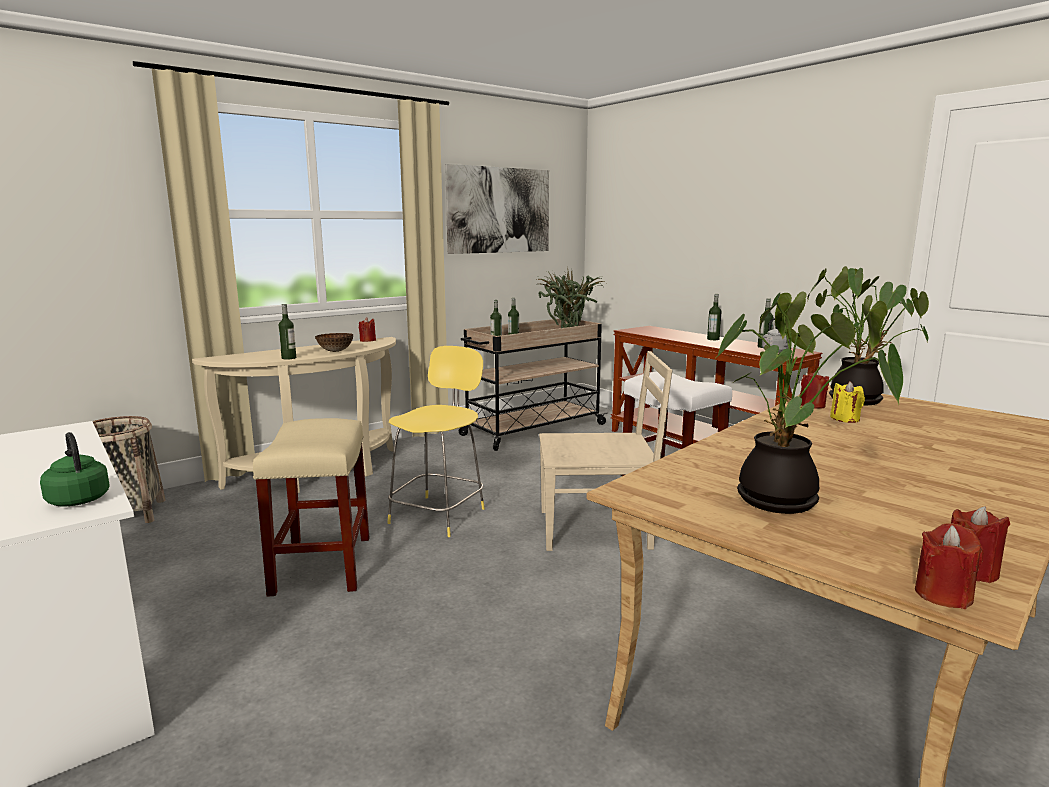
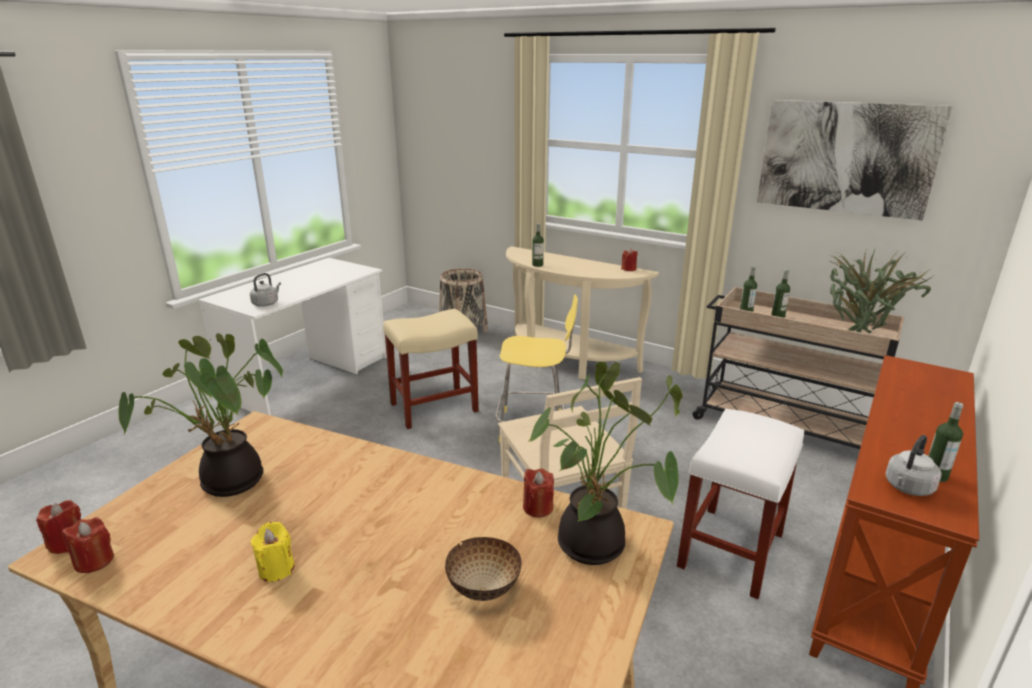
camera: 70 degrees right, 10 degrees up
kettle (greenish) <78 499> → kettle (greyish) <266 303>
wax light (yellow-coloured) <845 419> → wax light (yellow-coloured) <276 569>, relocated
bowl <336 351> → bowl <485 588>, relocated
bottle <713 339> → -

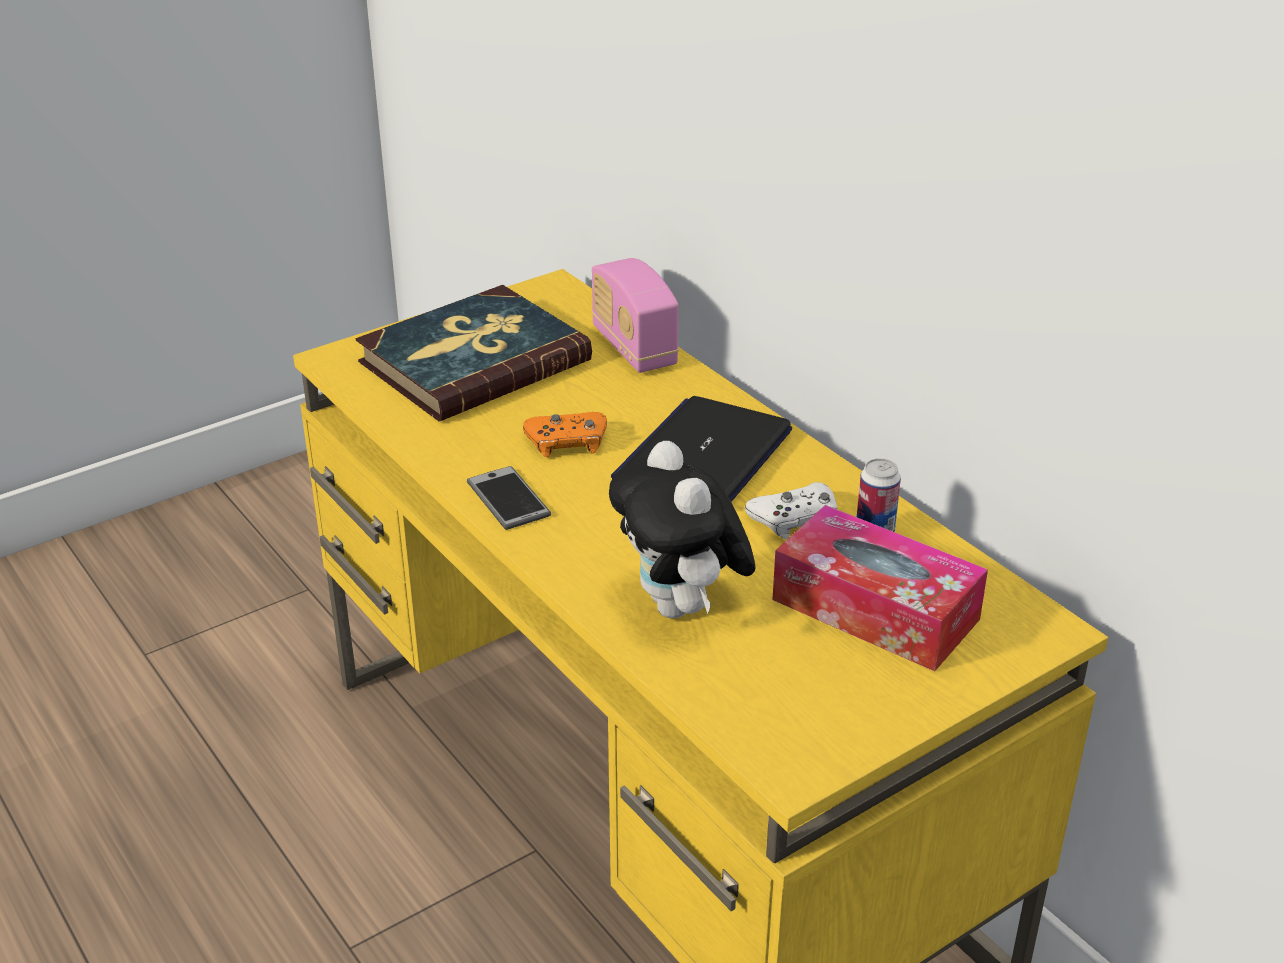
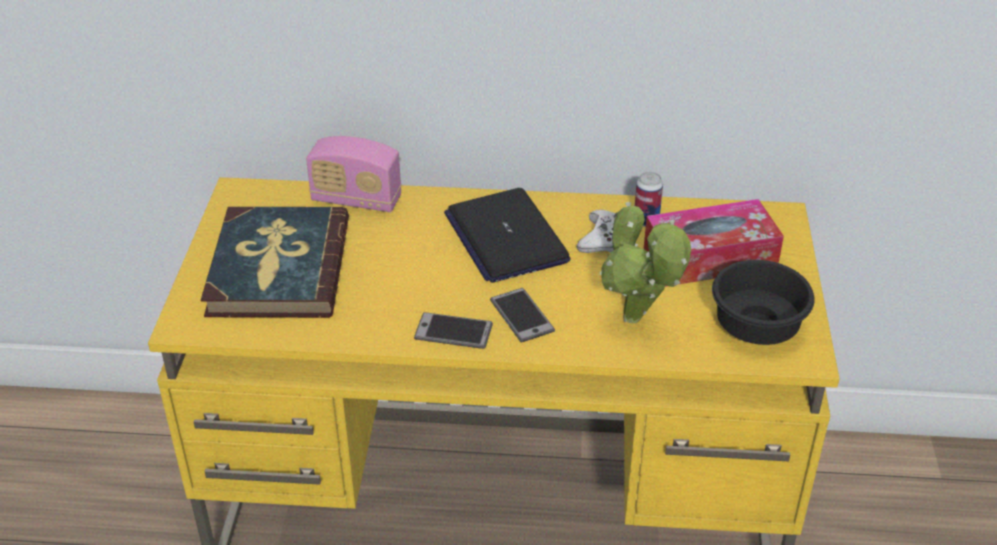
camera: 50 degrees left, 5 degrees up
- → phone <522 316>
soft toy <682 608> → plant in a pot <636 321>
- → bowl (blackish) <757 325>
gamepad (orangey) <567 442> → -

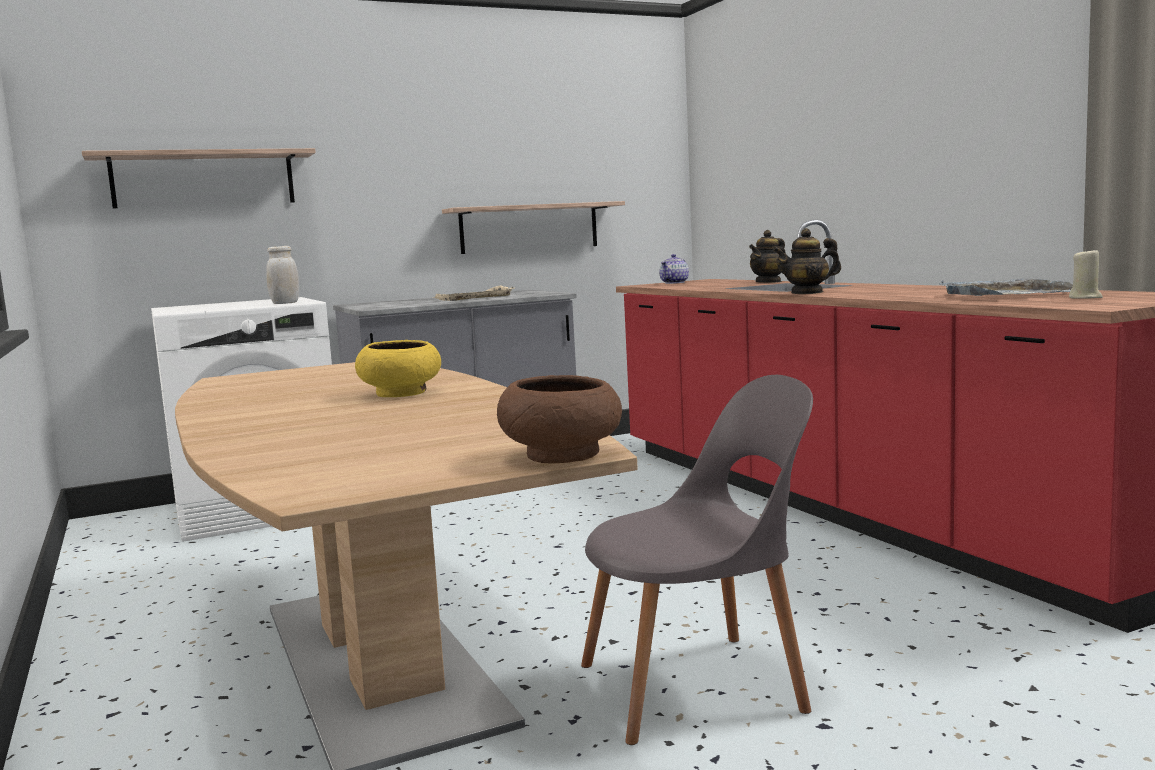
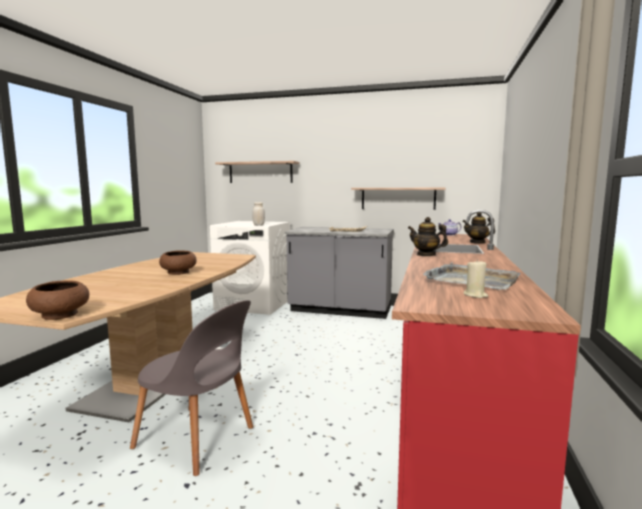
camera: 40 degrees right, 0 degrees up
bowl (yellow-coloured) <402 393> → bowl (brown) <179 273>

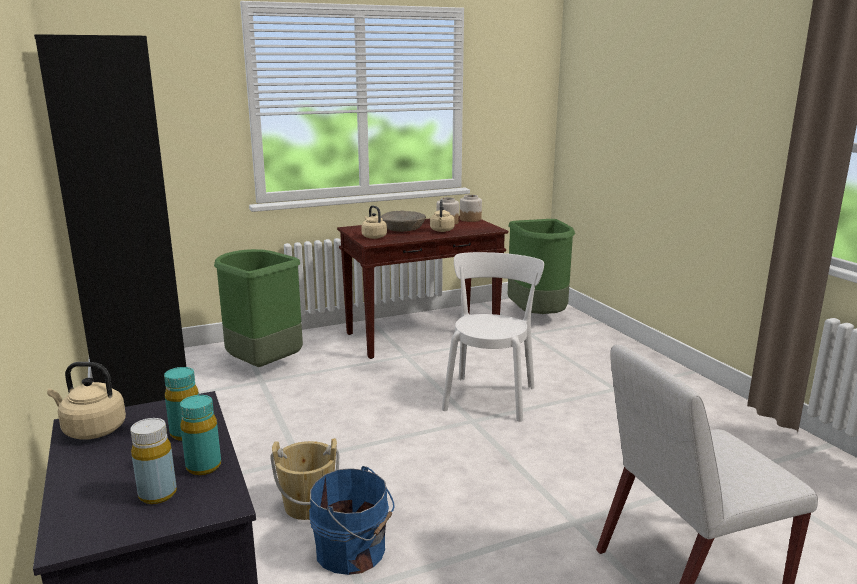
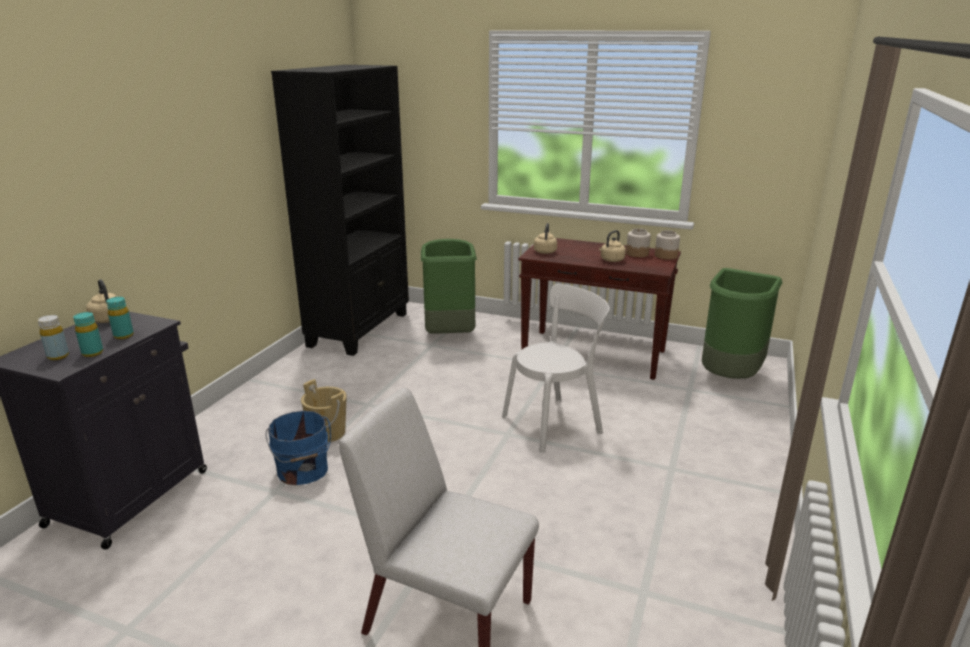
camera: 45 degrees right, 5 degrees up
bowl (sand-coloured) <403 229> → -

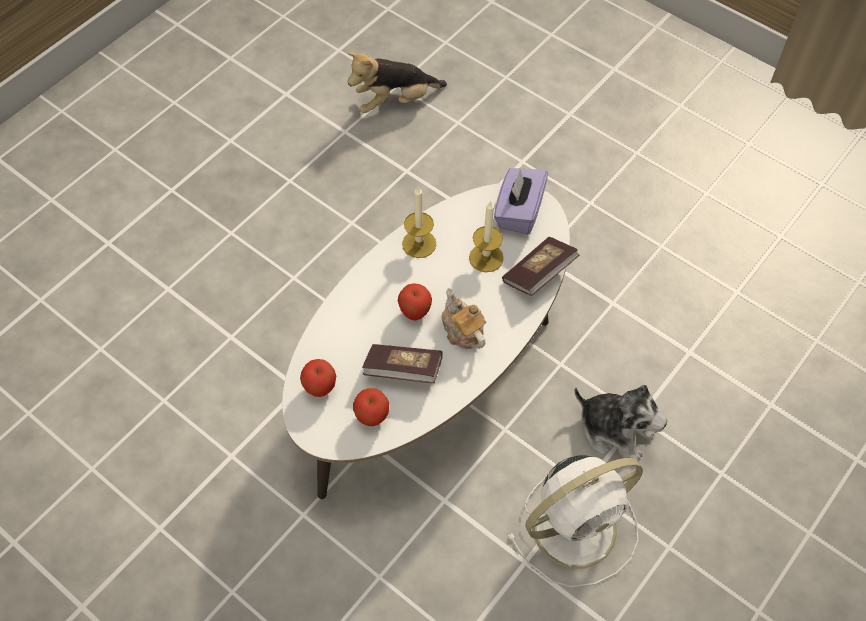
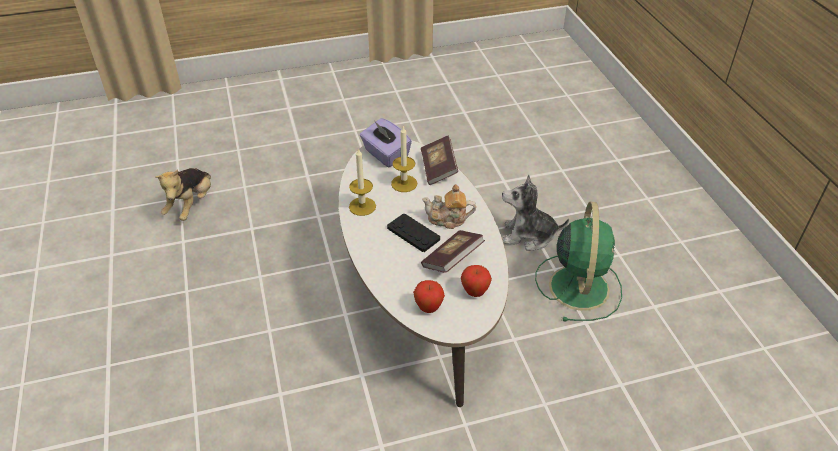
camera: 55 degrees left, 15 degrees down
whole apple <415 313> → gamepad (blackish) <413 233>
soft toy <615 430> → soft toy <528 236>, 150 degrees counterclockwise
cooling fan (whitish) <578 526> → cooling fan (greenish) <578 285>

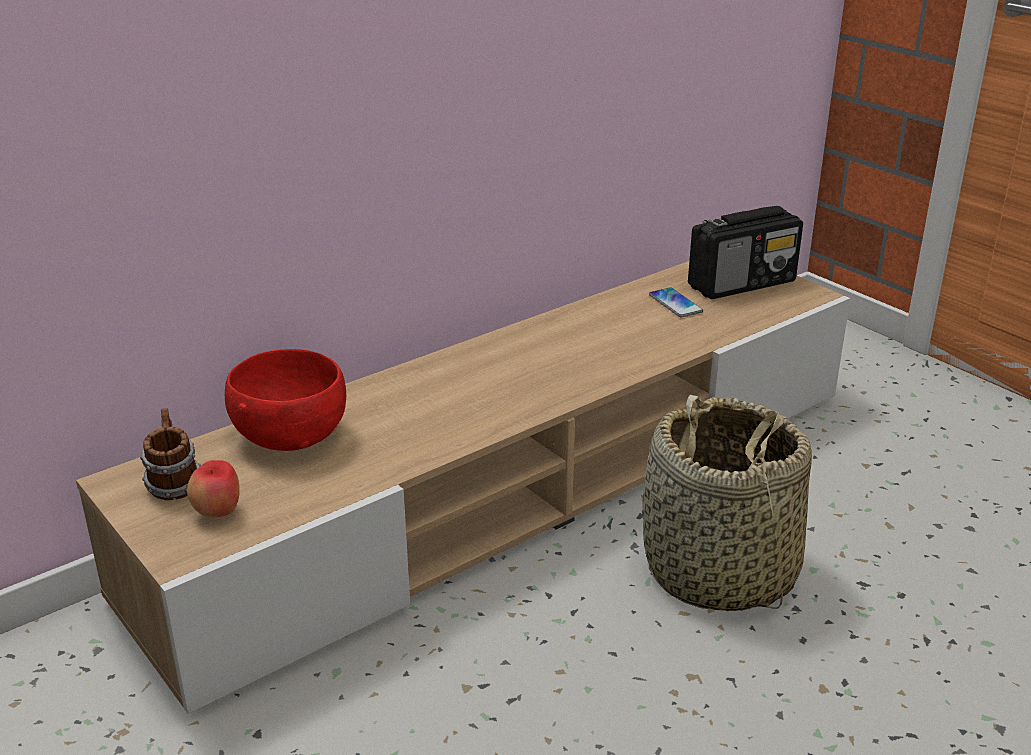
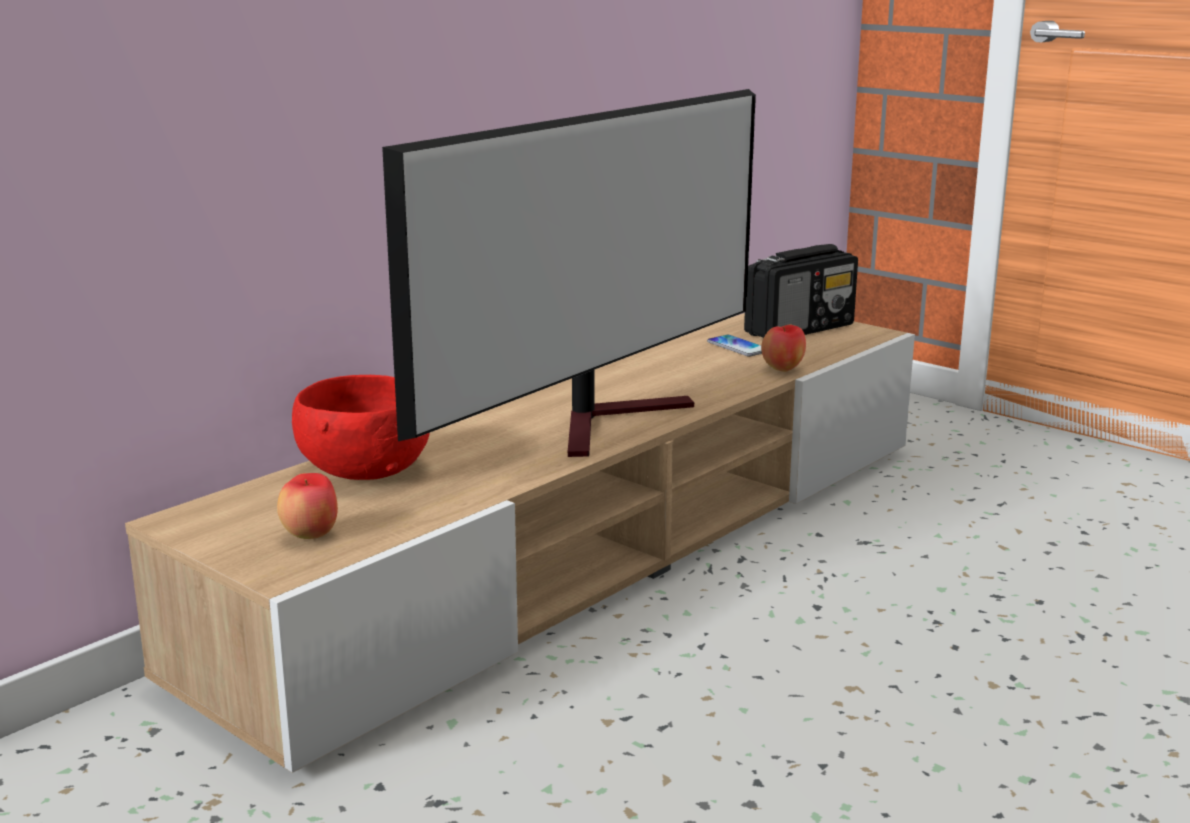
camera: 10 degrees left, 10 degrees down
- → TV <609 420>
- → whole apple <782 370>
coffee mug <173 485> → -
basket <719 572> → -

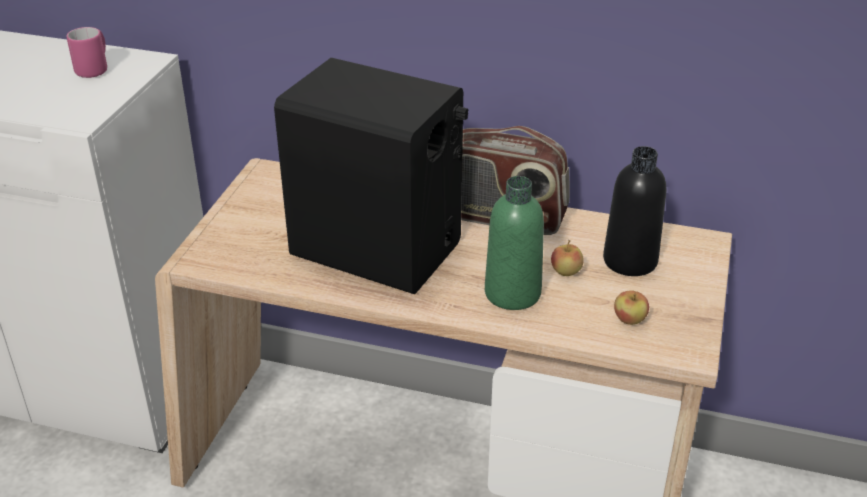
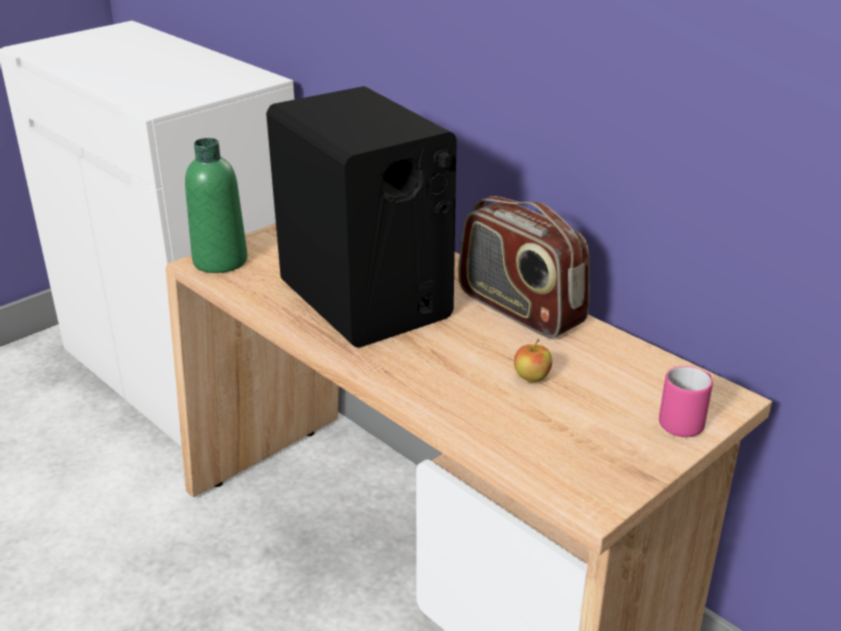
camera: 30 degrees right, 5 degrees down
bottle (greenish) <512 293> → bottle (greenish) <220 261>, relocated
coffee mug (pinkish) <95 69> → coffee mug (pinkish) <686 422>, relocated
bottle (blackish) <630 261> → -
whole apple <629 320> → -

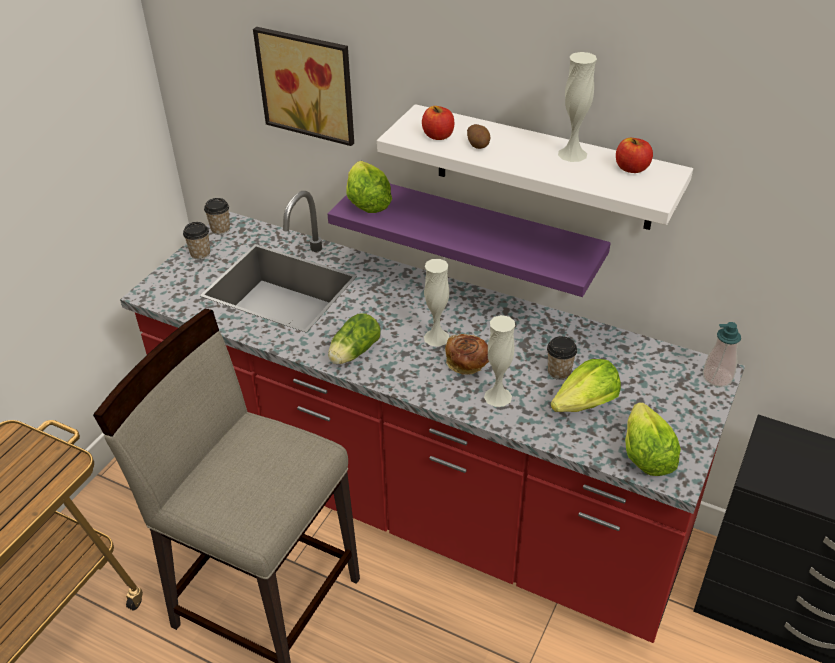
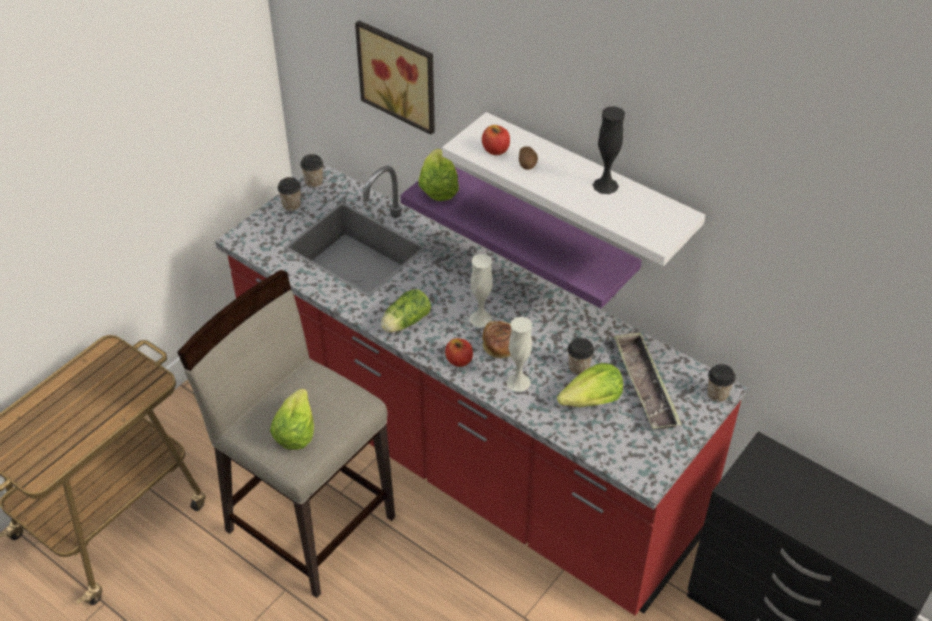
camera: 10 degrees right, 5 degrees up
head of lettuce <645 455> → head of lettuce <295 431>, relocated
whole apple <632 168> → whole apple <459 360>, relocated
vase (whitish) <572 154> → vase (blackish) <605 185>
- → tray <645 385>
soap dispenser <717 377> → small cup <717 394>

